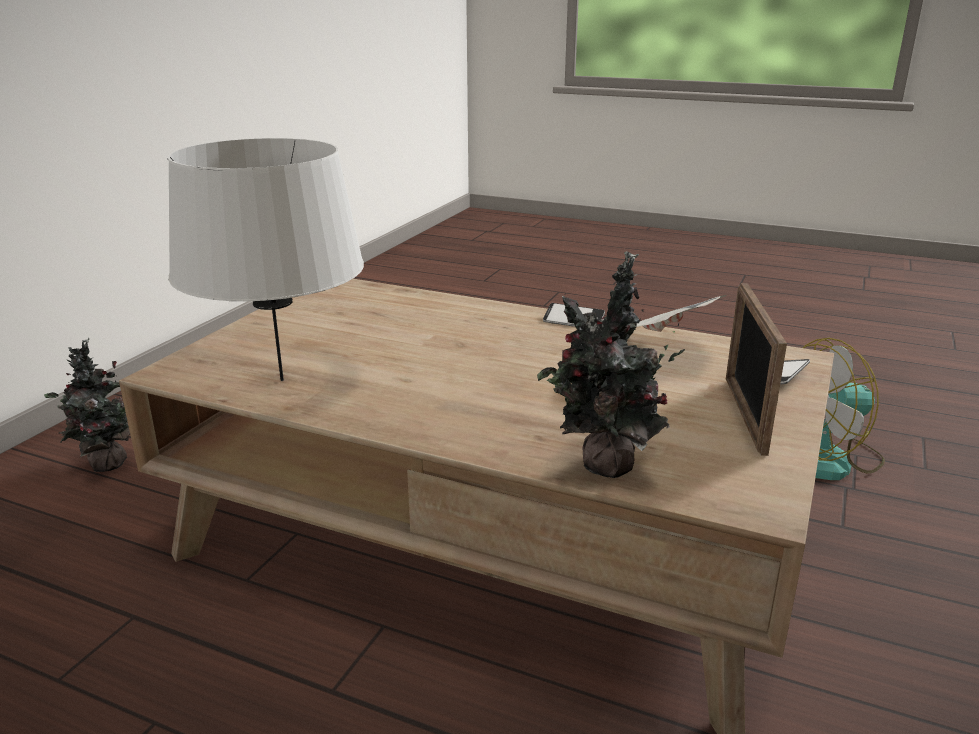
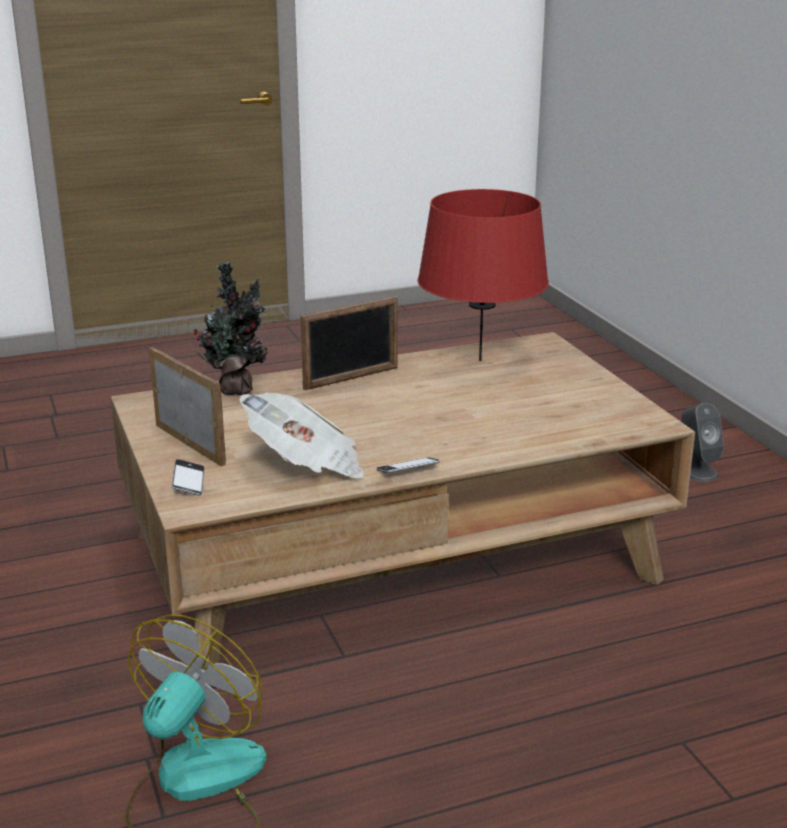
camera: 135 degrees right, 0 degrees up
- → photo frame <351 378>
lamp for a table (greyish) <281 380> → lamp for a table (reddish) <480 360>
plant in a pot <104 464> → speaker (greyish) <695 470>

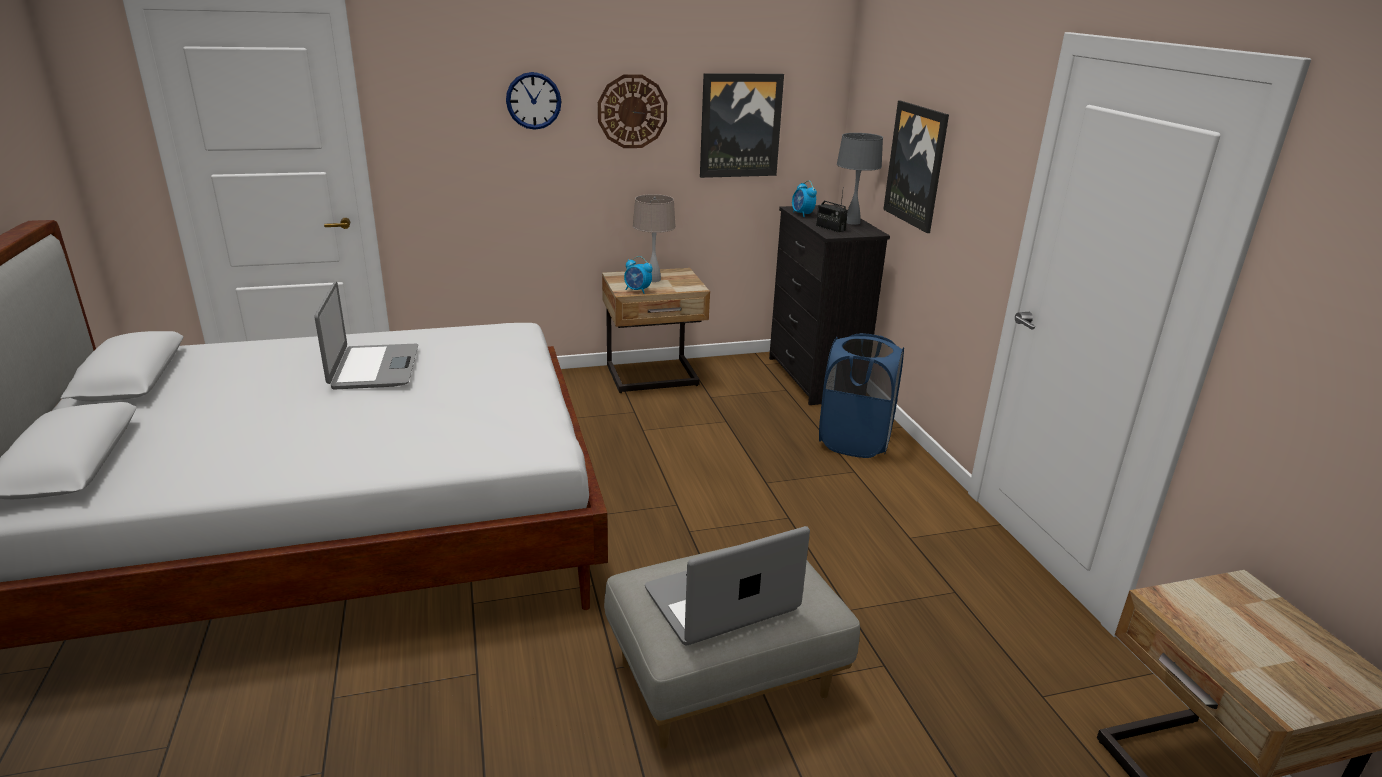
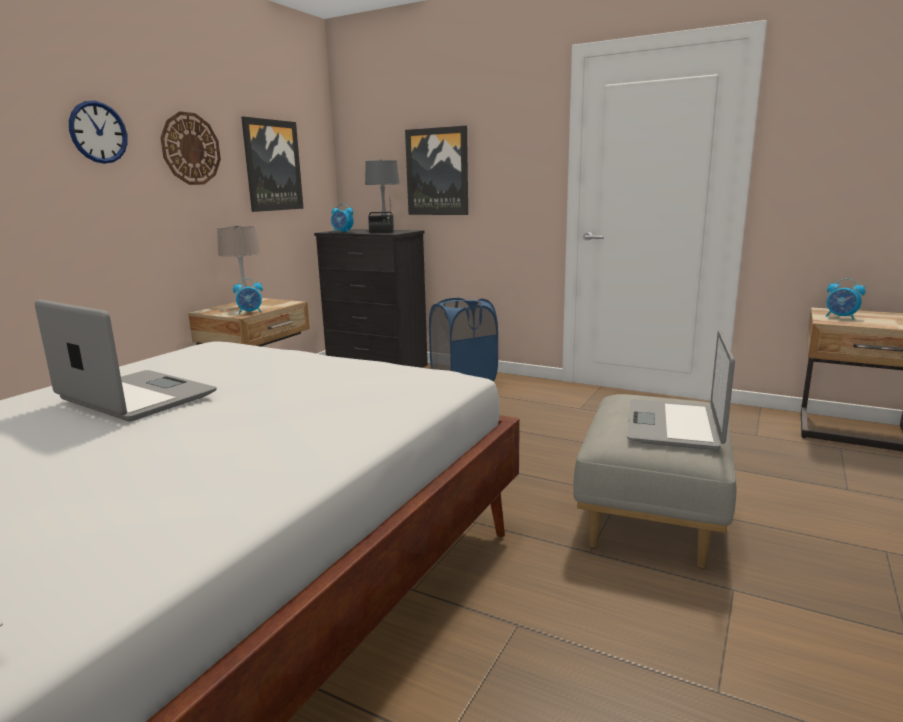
camera: 45 degrees left, 10 degrees down
- → table clock <841 317>

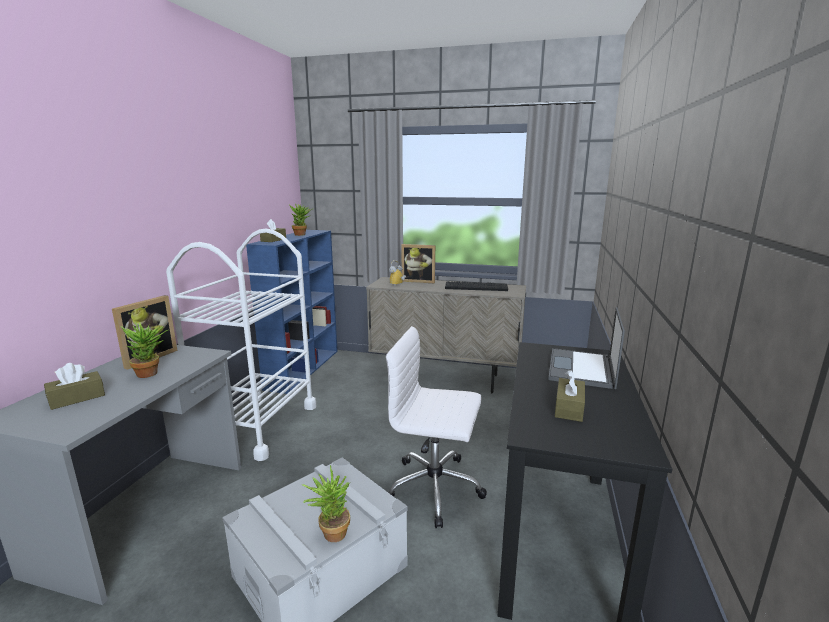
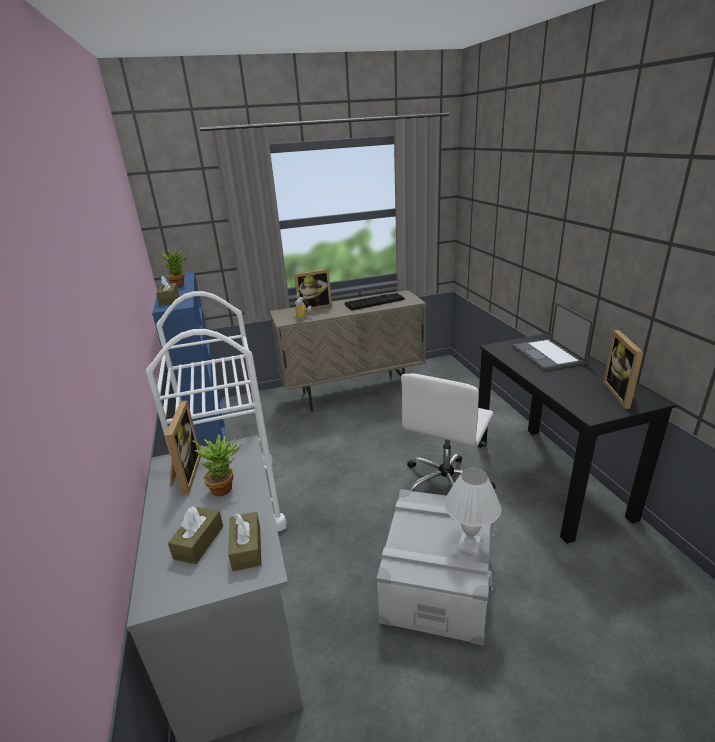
camera: 30 degrees left, 10 degrees up
tissue box (brown) <569 408> → tissue box (brown) <247 548>, relocated
office chair (whitish) <436 488> → office chair (whitish) <446 484>, 45 degrees counterclockwise
plant in a pot <330 533> → lamp for a table (whitish) <469 544>
- → photo frame <622 394>

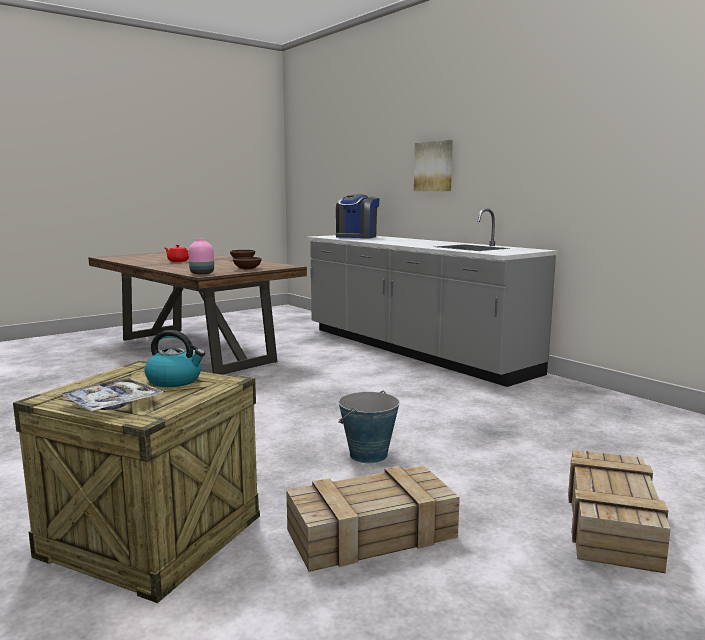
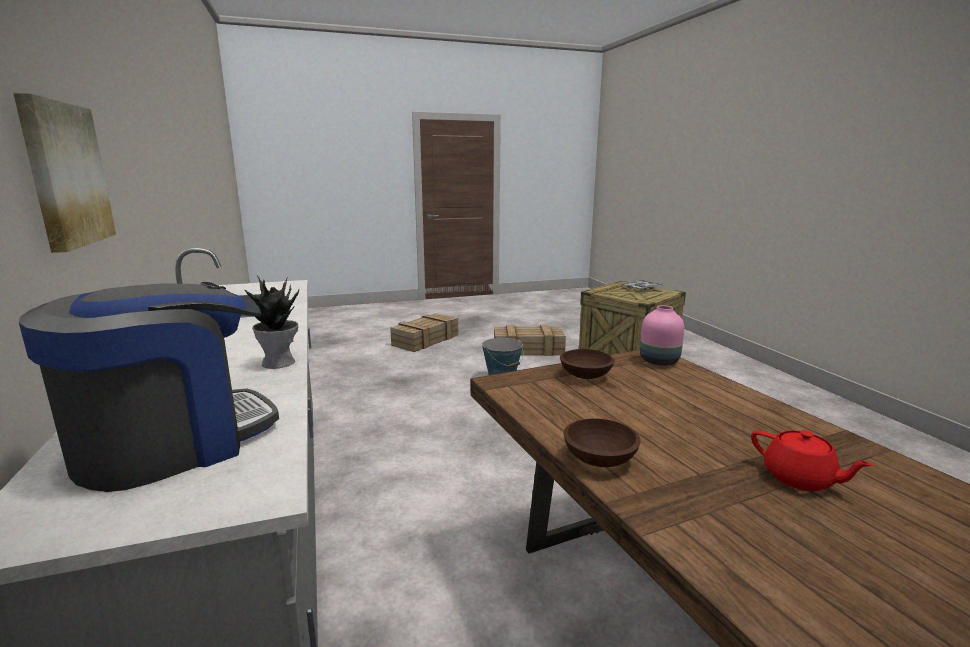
camera: 160 degrees left, 5 degrees up
- → plant in a pot <280 362>
kettle <175 380> → -

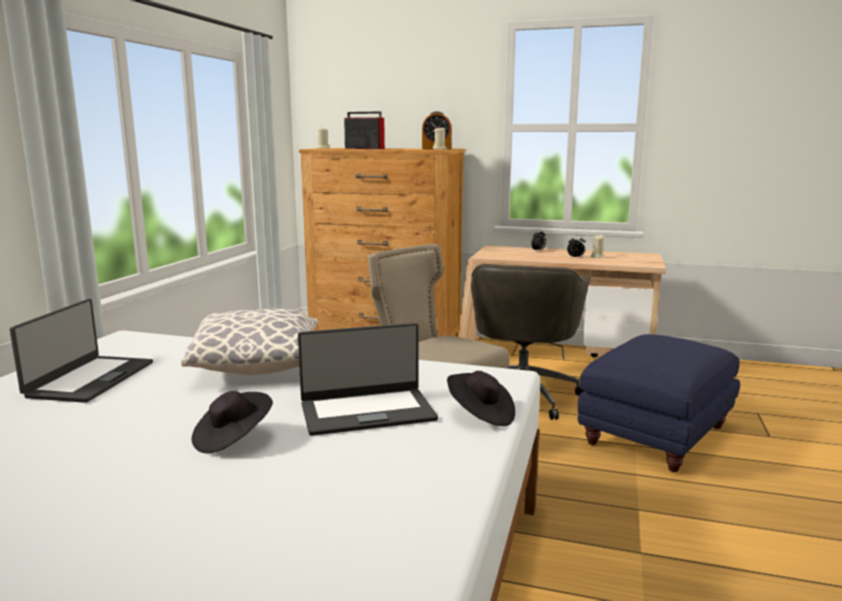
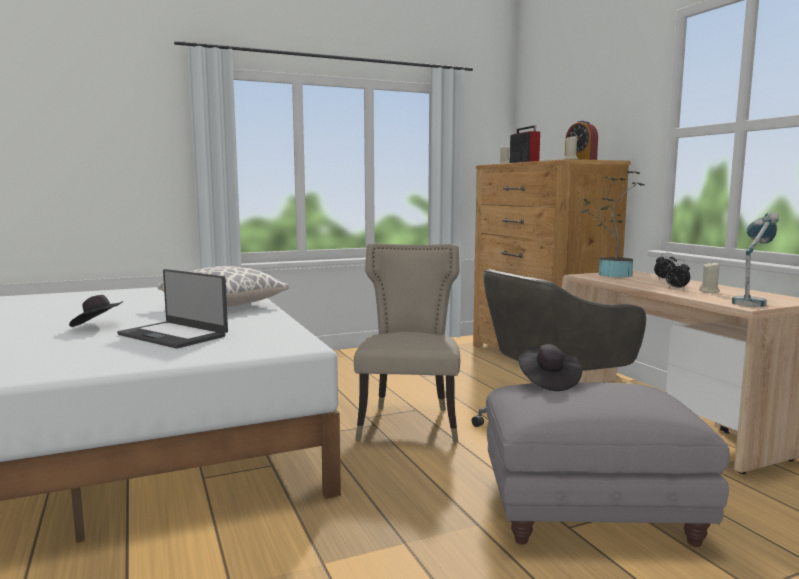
camera: 50 degrees right, 5 degrees down
pouffe (blue-coloured) <655 437> → pouffe (greyish) <587 514>
hat (blackish) <480 415> → hat (blackish) <548 382>, relocated
- → plant in a pot <610 274>
- → lamp for a table <751 302>
notebook computer <90 379> → -

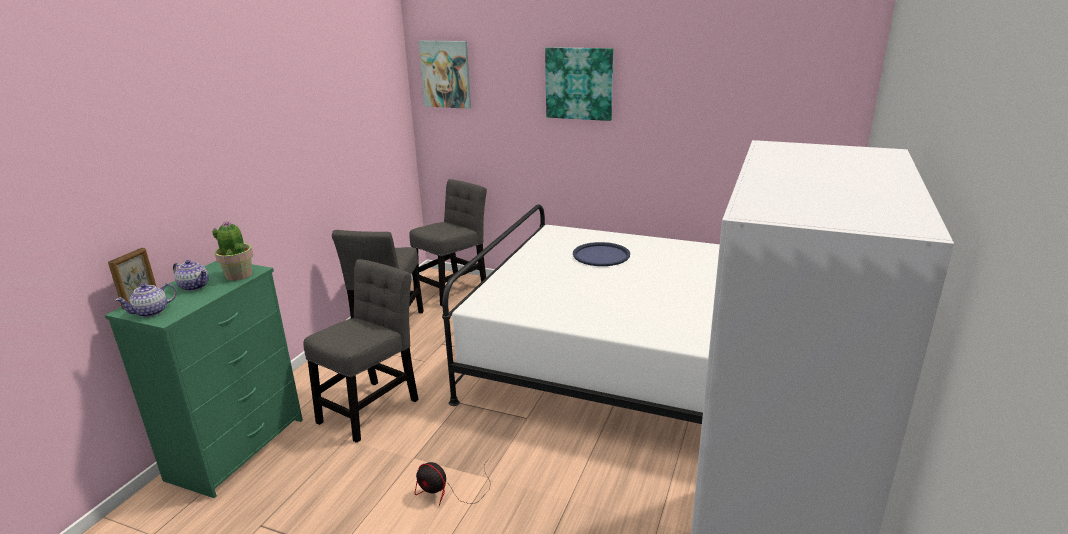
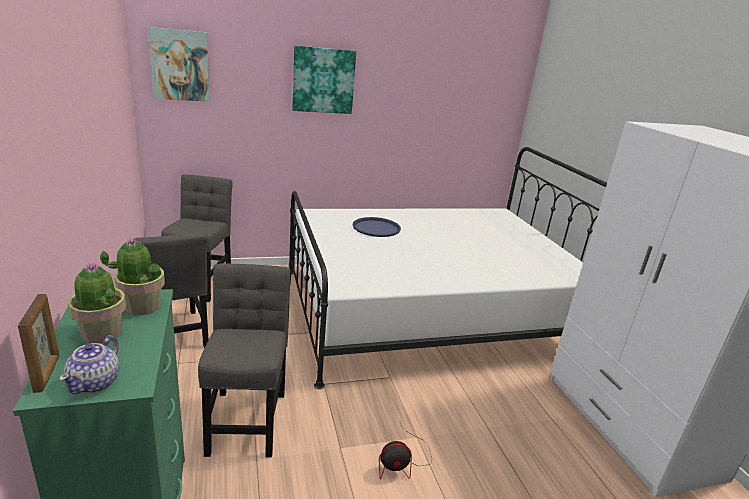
camera: 40 degrees left, 0 degrees up
pot for tea <194 286> → plant in a pot <102 334>

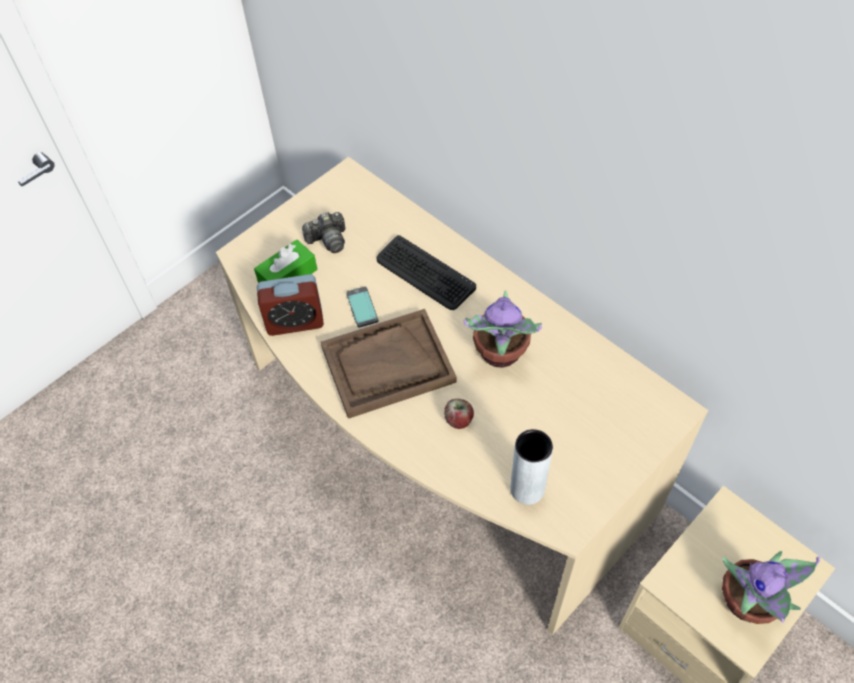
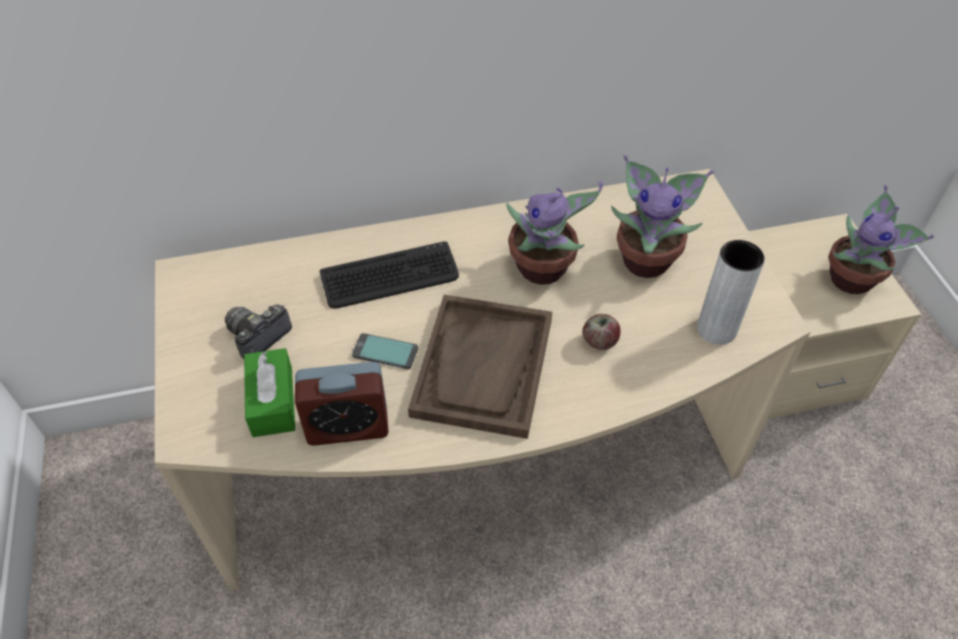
camera: 60 degrees left, 5 degrees down
still camera <328 240> → still camera <258 337>, 150 degrees counterclockwise
table clock <295 322> → table clock <347 426>, 60 degrees clockwise
- → plant in a pot <647 259>

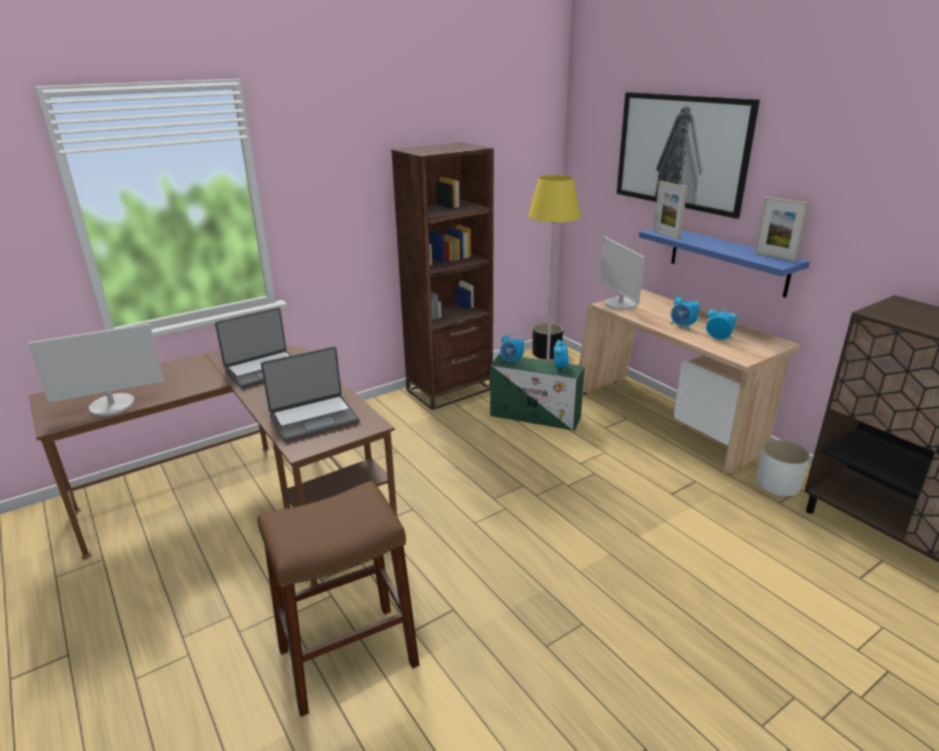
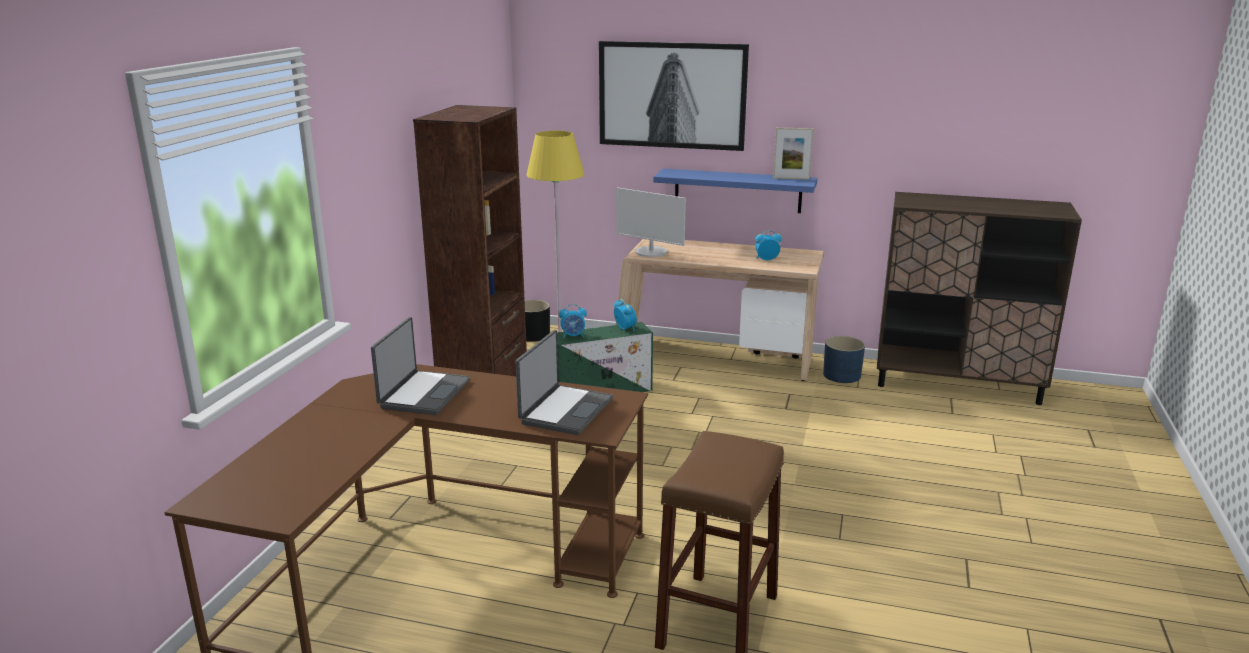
camera: 40 degrees left, 5 degrees down
flower pot (whitish) <778 484> → flower pot (blue-coloured) <842 375>
monitor <112 405> → -
photo frame <666 235> → -
table clock <682 326> → -

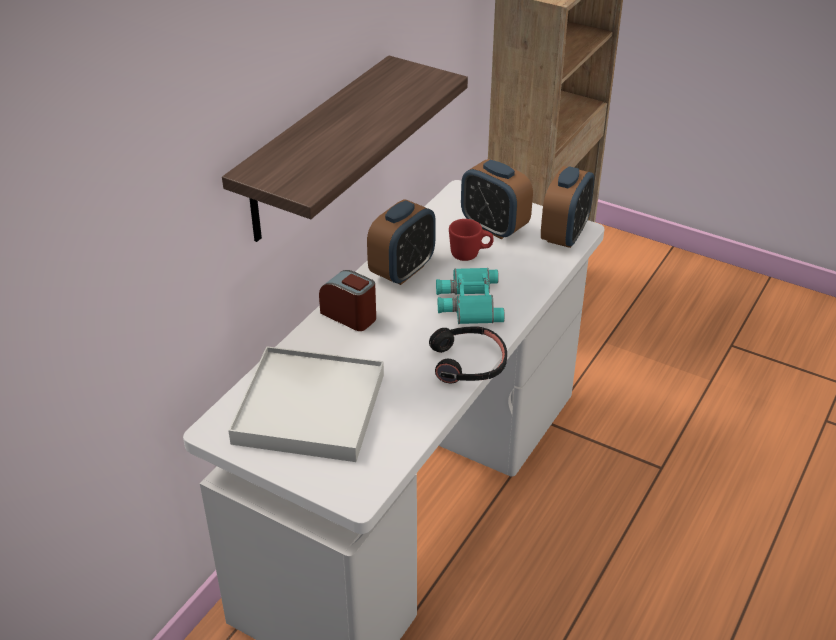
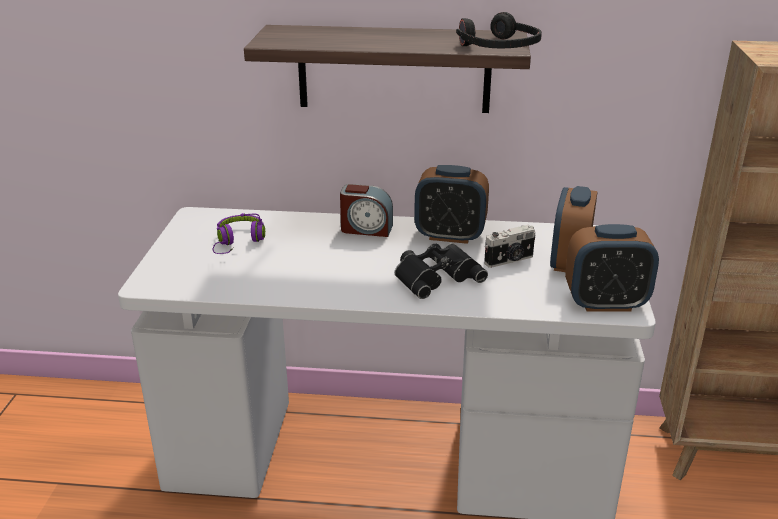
camera: 65 degrees right, 10 degrees down
tray (whitish) <309 408> → headset (purplish) <239 241>
table clock <349 315> → table clock <366 229>, 90 degrees clockwise
pair of binoculars (blue-green) <468 301> → pair of binoculars (blackish) <436 275>
headset (blackish) <468 363> → headset (blackish) <499 47>, relocated
coffee mug (reddish) <470 254> → still camera <510 260>

